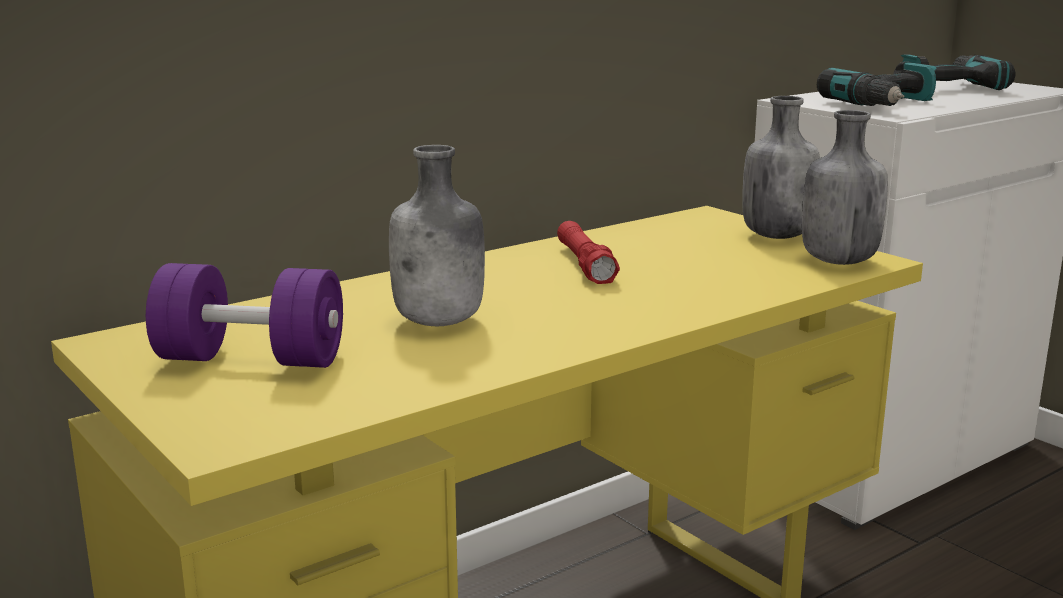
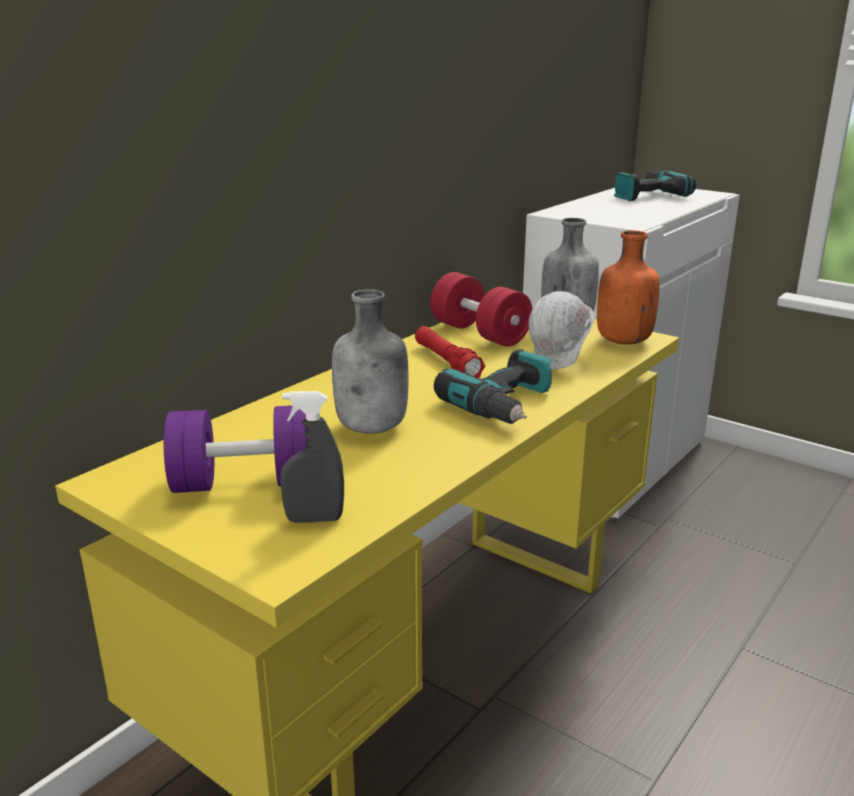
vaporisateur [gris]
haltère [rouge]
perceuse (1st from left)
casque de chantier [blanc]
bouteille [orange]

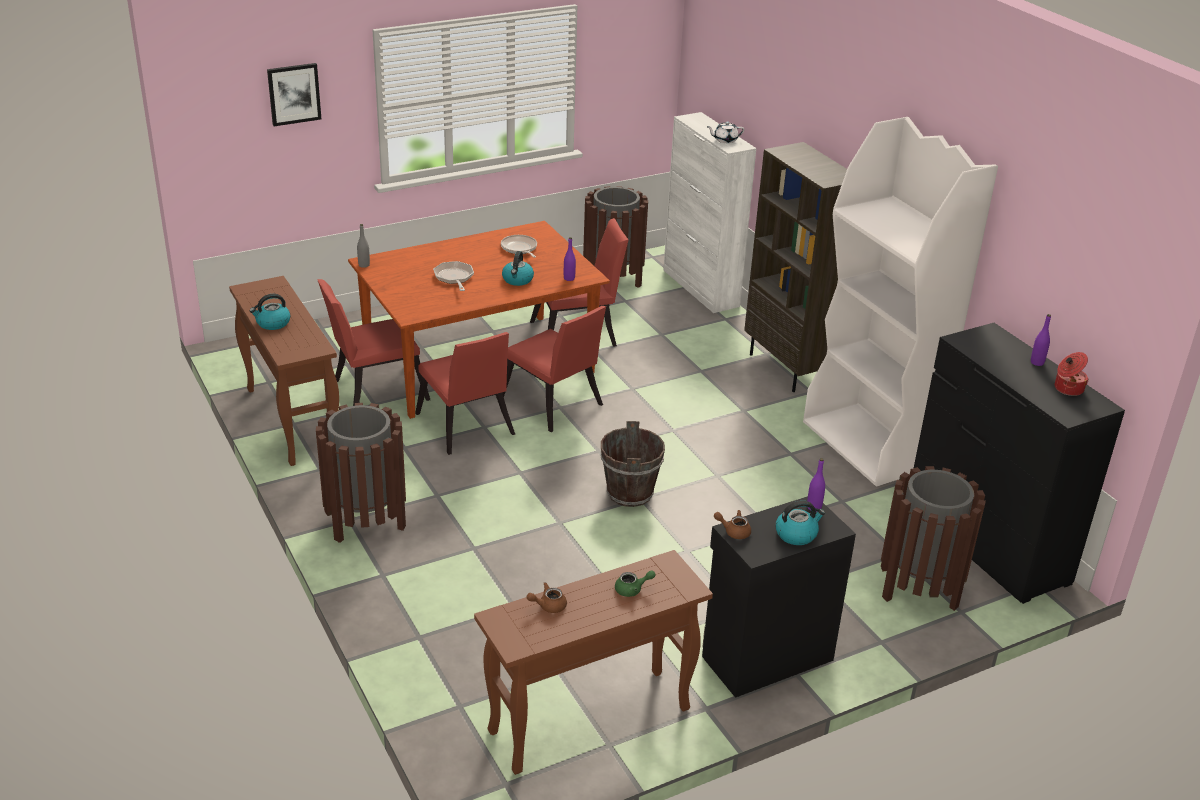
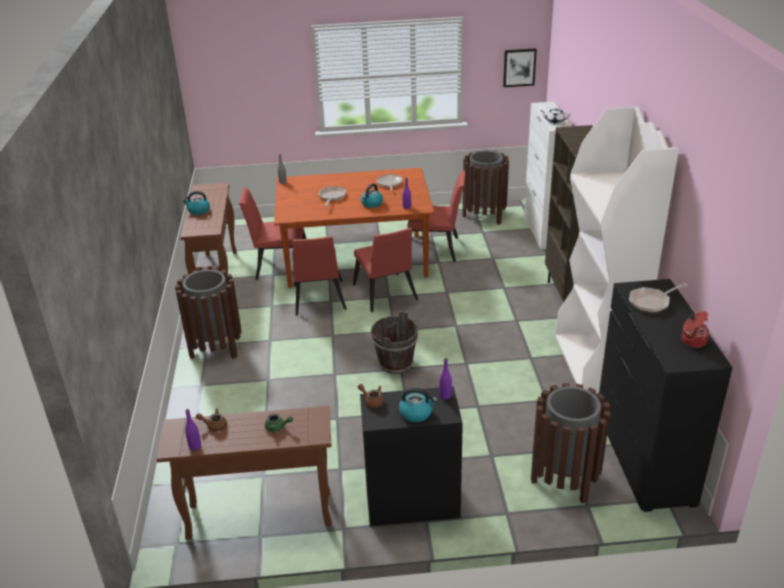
bouteille [violet] (1st from left)
tableau
poêle (3rd from left)

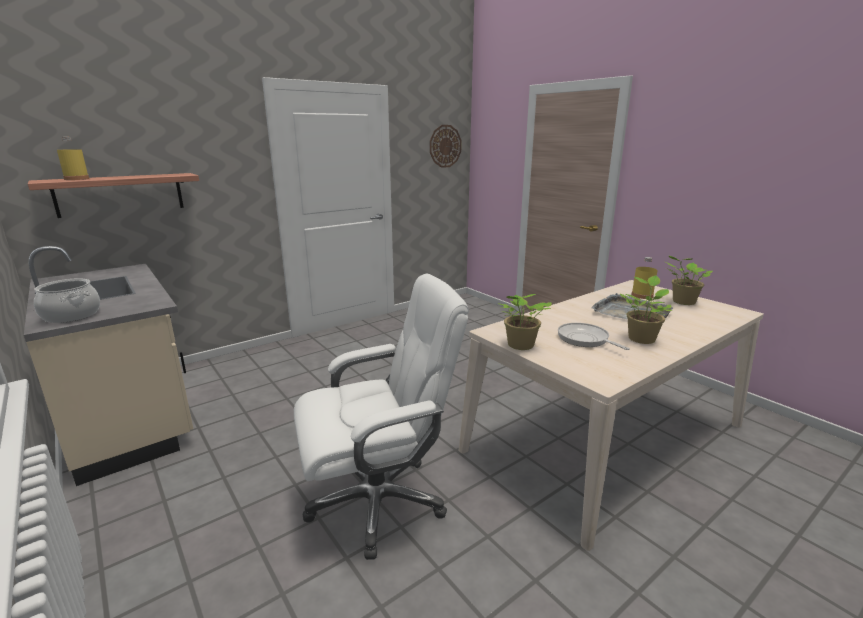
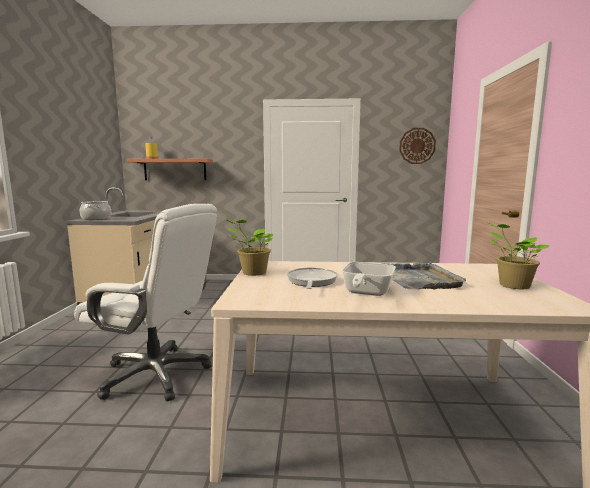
poêle (2nd from left)
bouteille [jaune] (2nd from left in the first image)

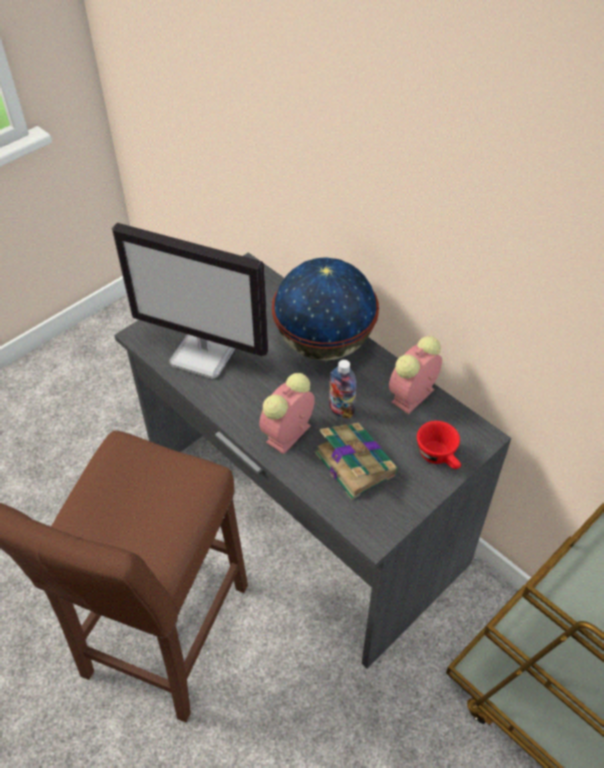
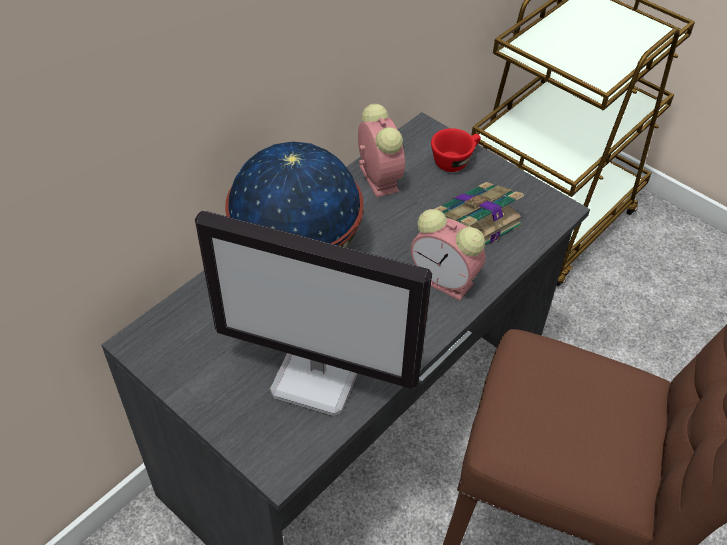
écran d'ordinateur
réveil (1st from left)
bouteille

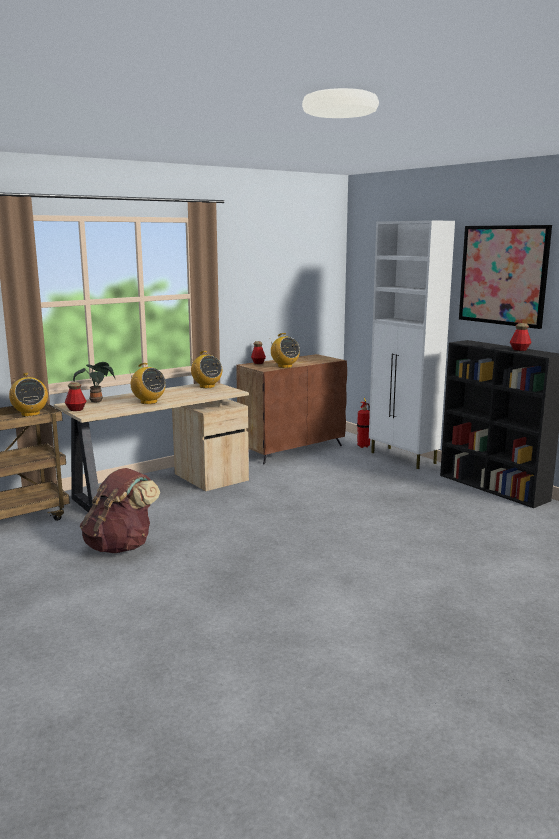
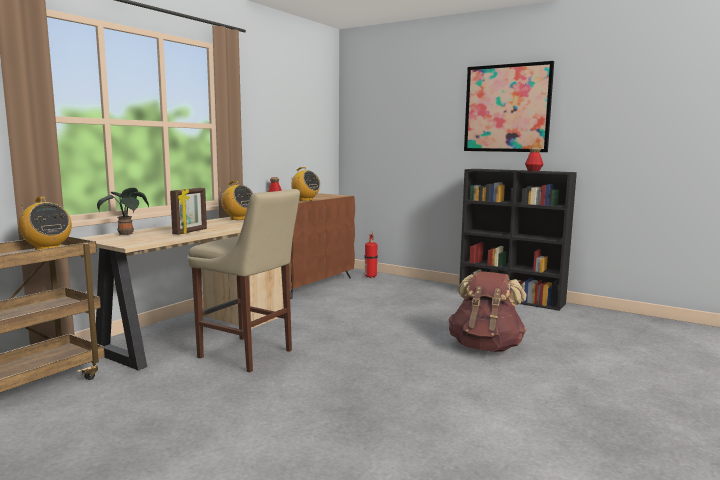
cadre photo
tabouret [beige]
sac à dos [marron]
bouteille (1st from left in the first image)
meuble de rangement [blanc]

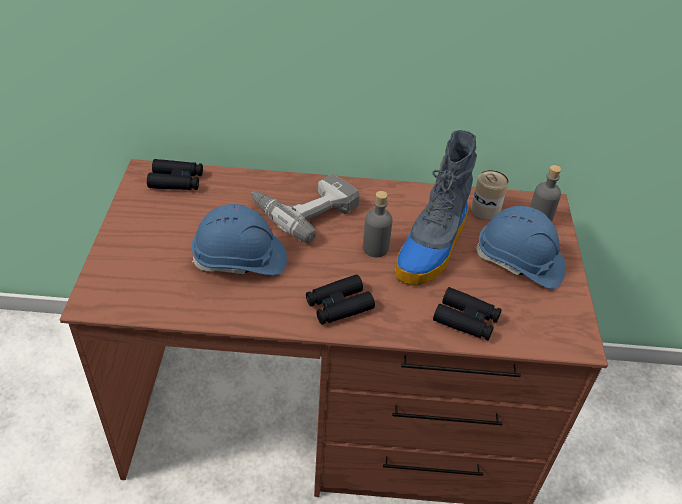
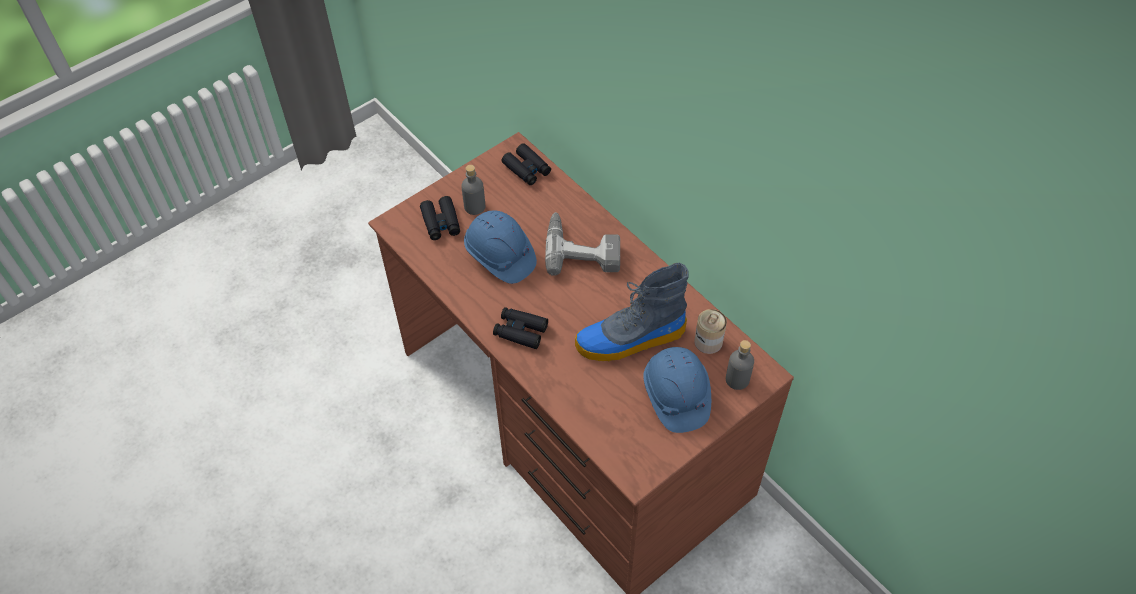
jumelles [noir] (1st from left)
bouteille [gris] (1st from left)

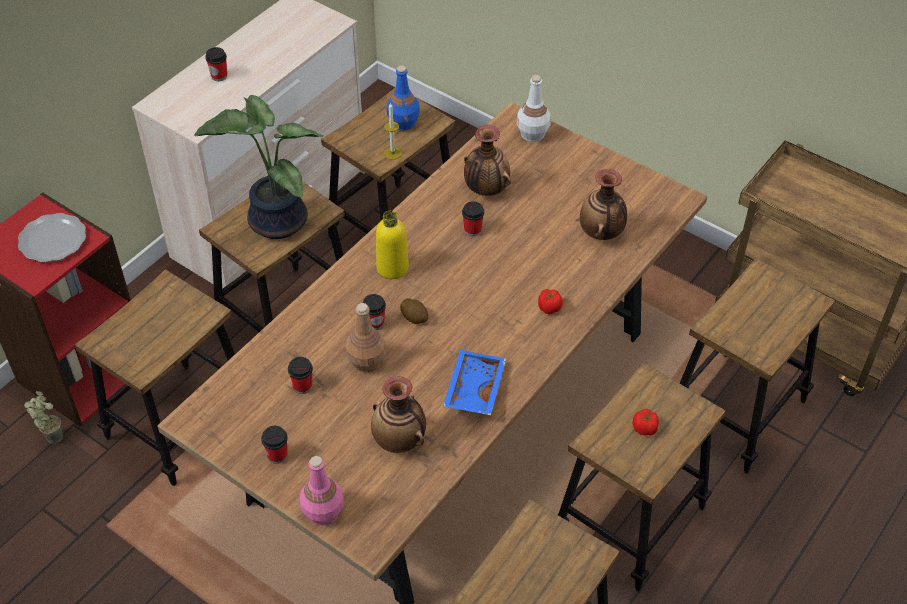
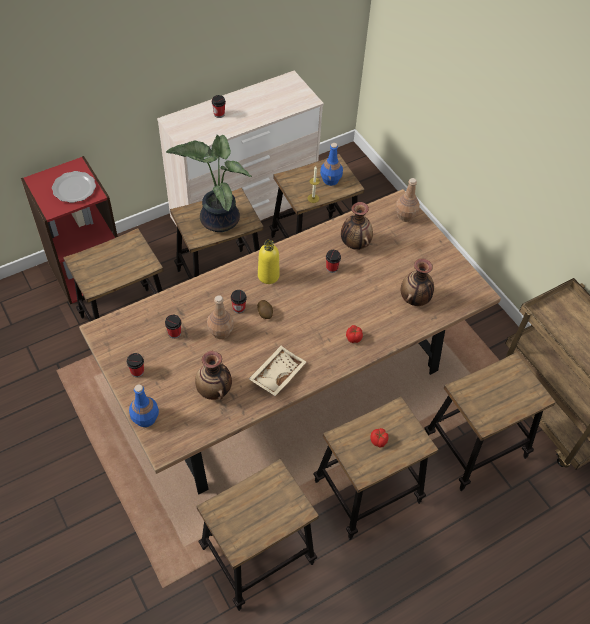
bouteille [bleu] (1st from left)
plateau [beige]
bouteille [marron] (2nd from left)
plante en pot (1st from left in the first image)

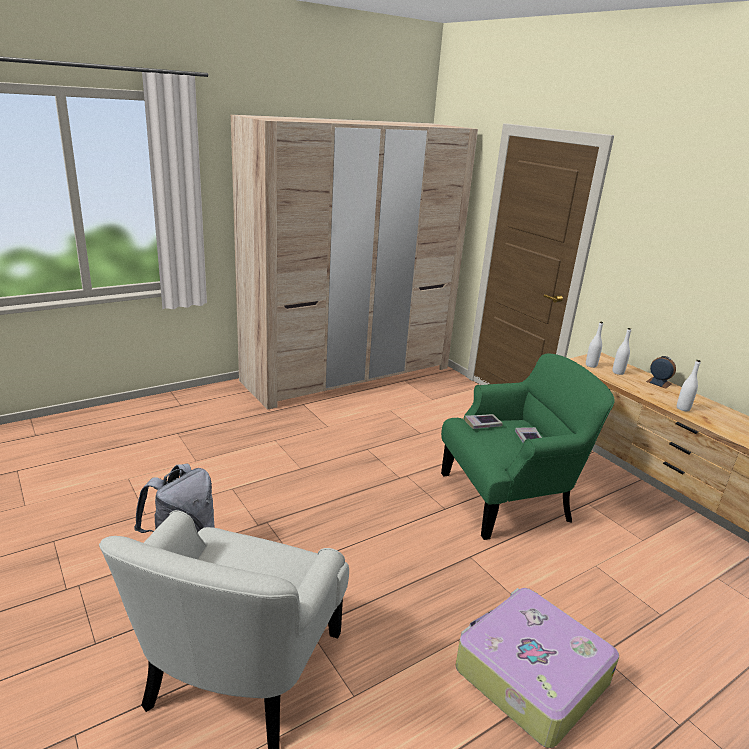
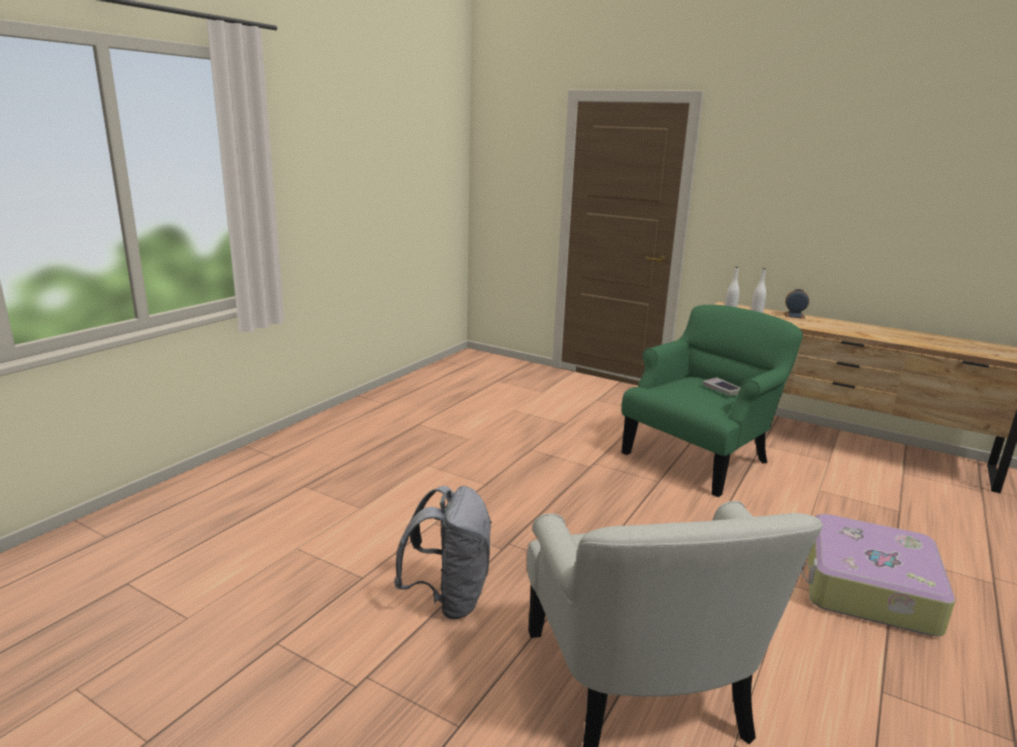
armoire [beige]
livre (1st from left in the first image)
bouteille [blanc] (3rd from left in the first image)

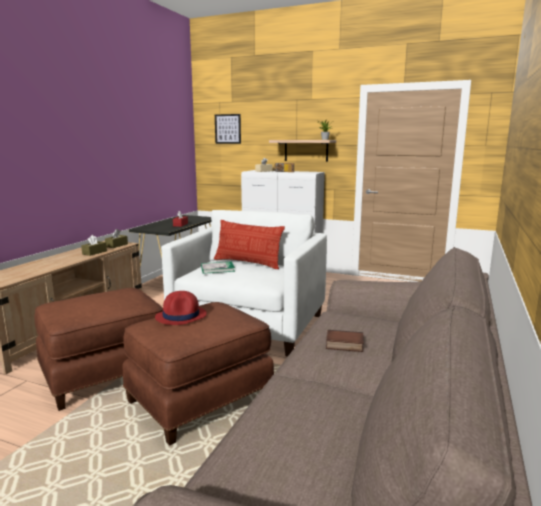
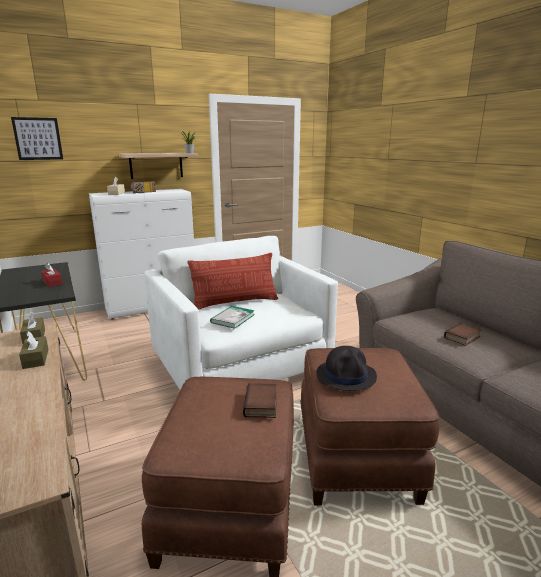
livre (2nd from left)
chapeau [noir]

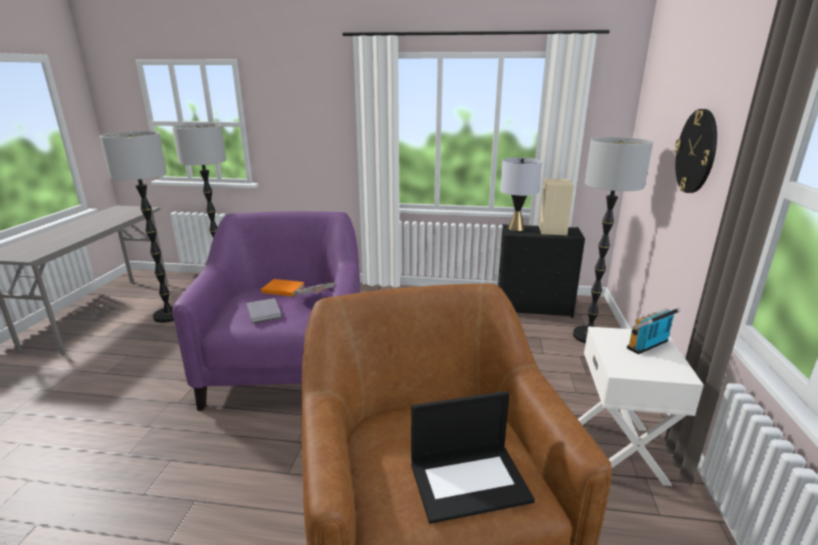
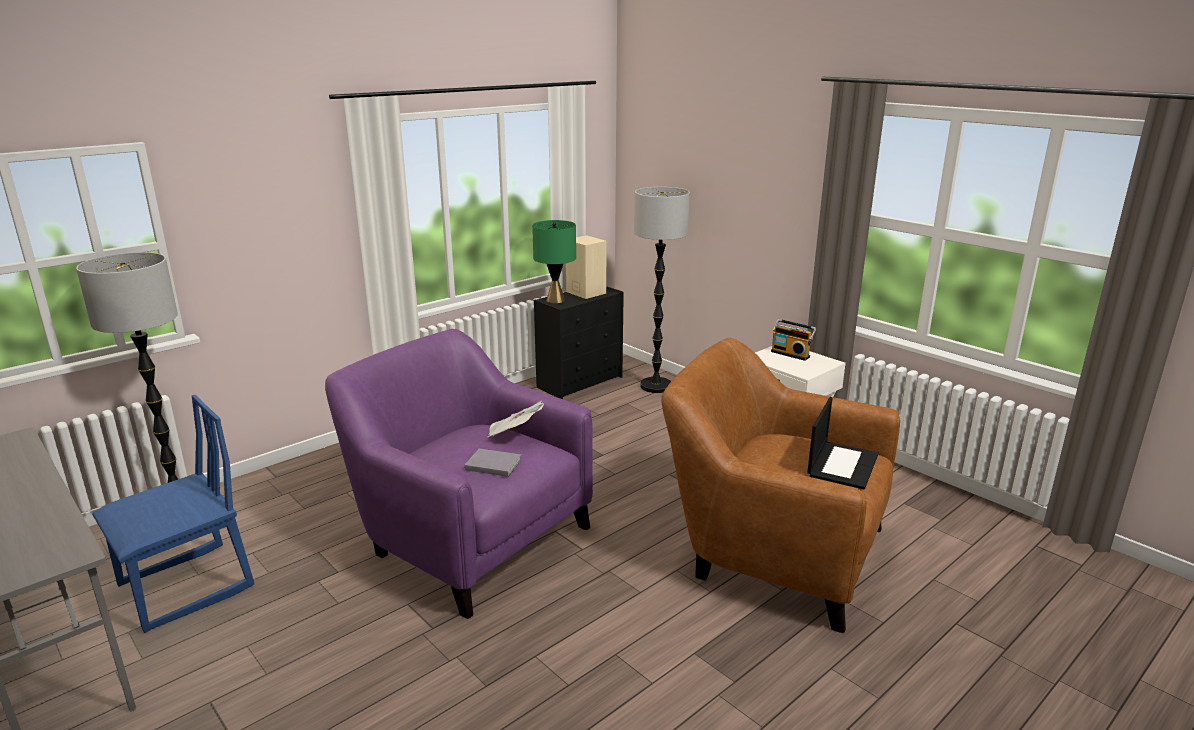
chaise [bleu]
lampe de table [vert]
radio
livre [orange]
horloge murale

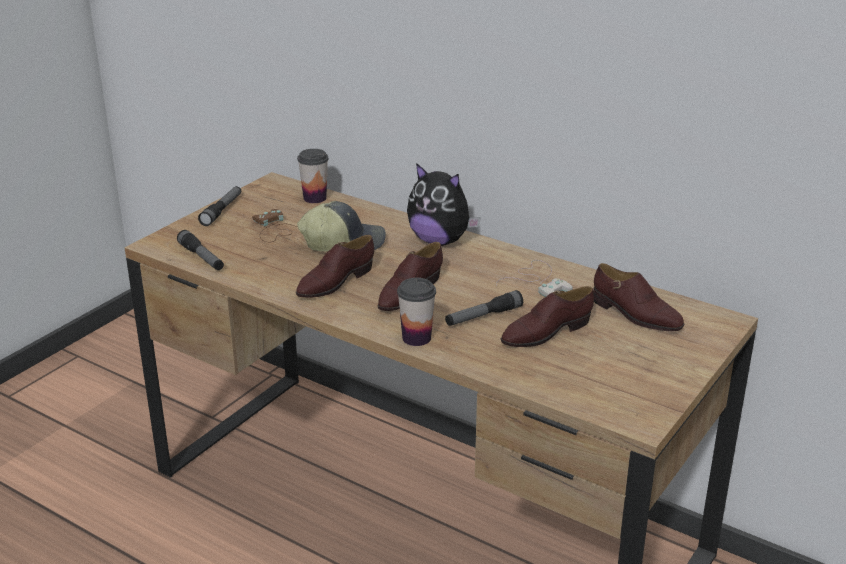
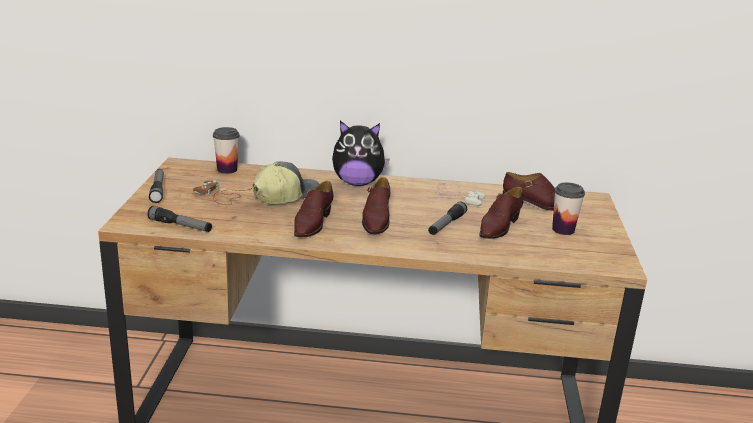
tasse (2nd from left)

